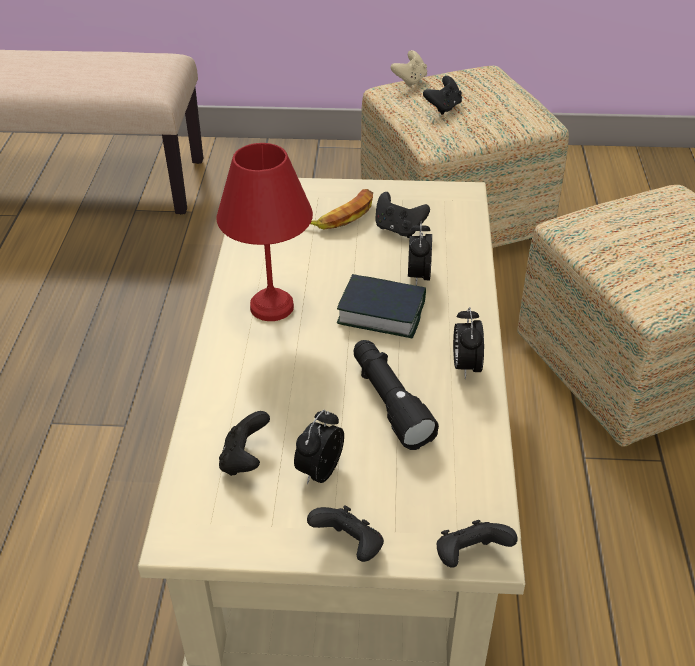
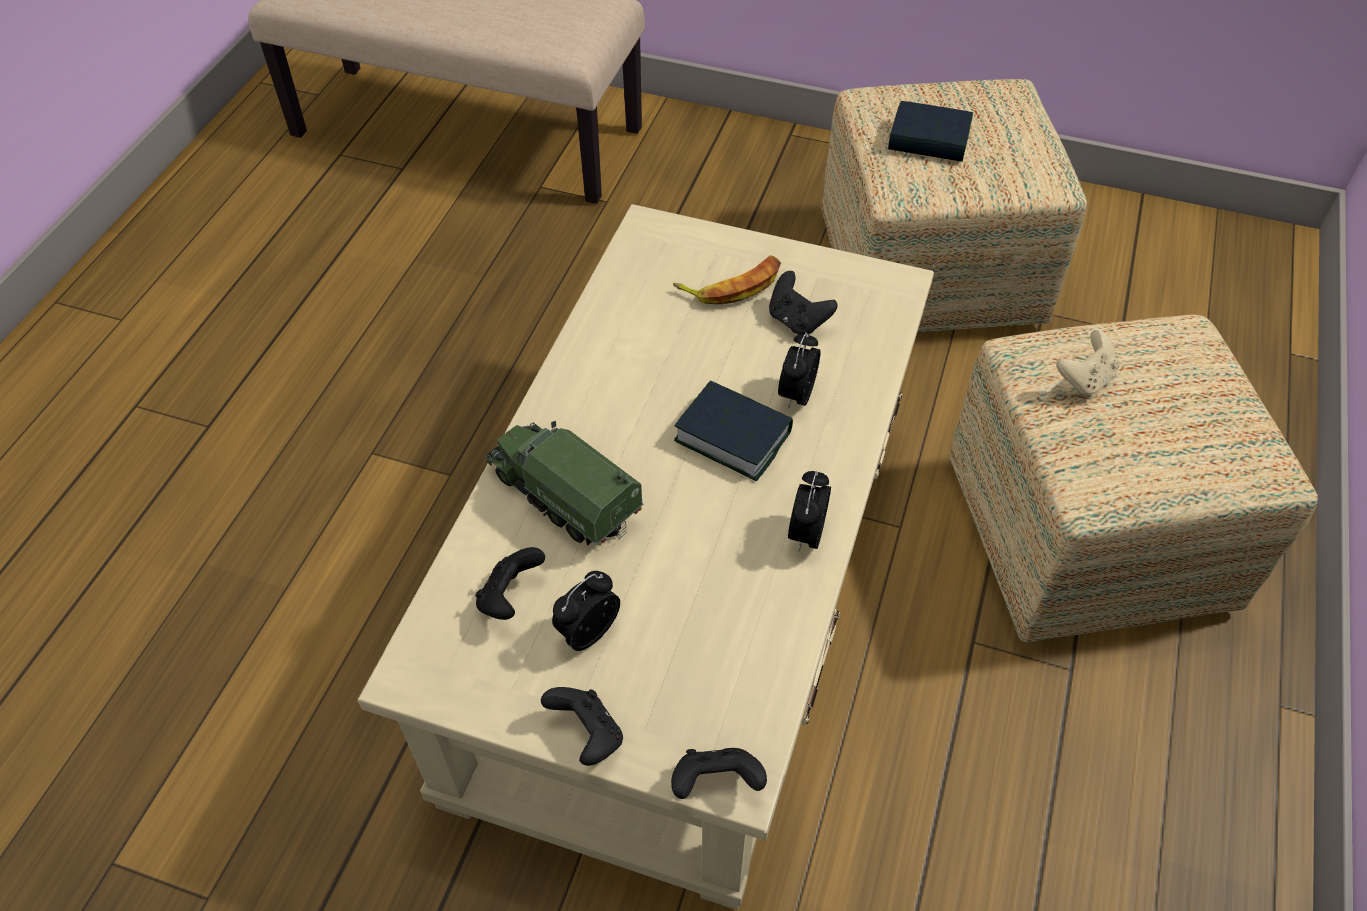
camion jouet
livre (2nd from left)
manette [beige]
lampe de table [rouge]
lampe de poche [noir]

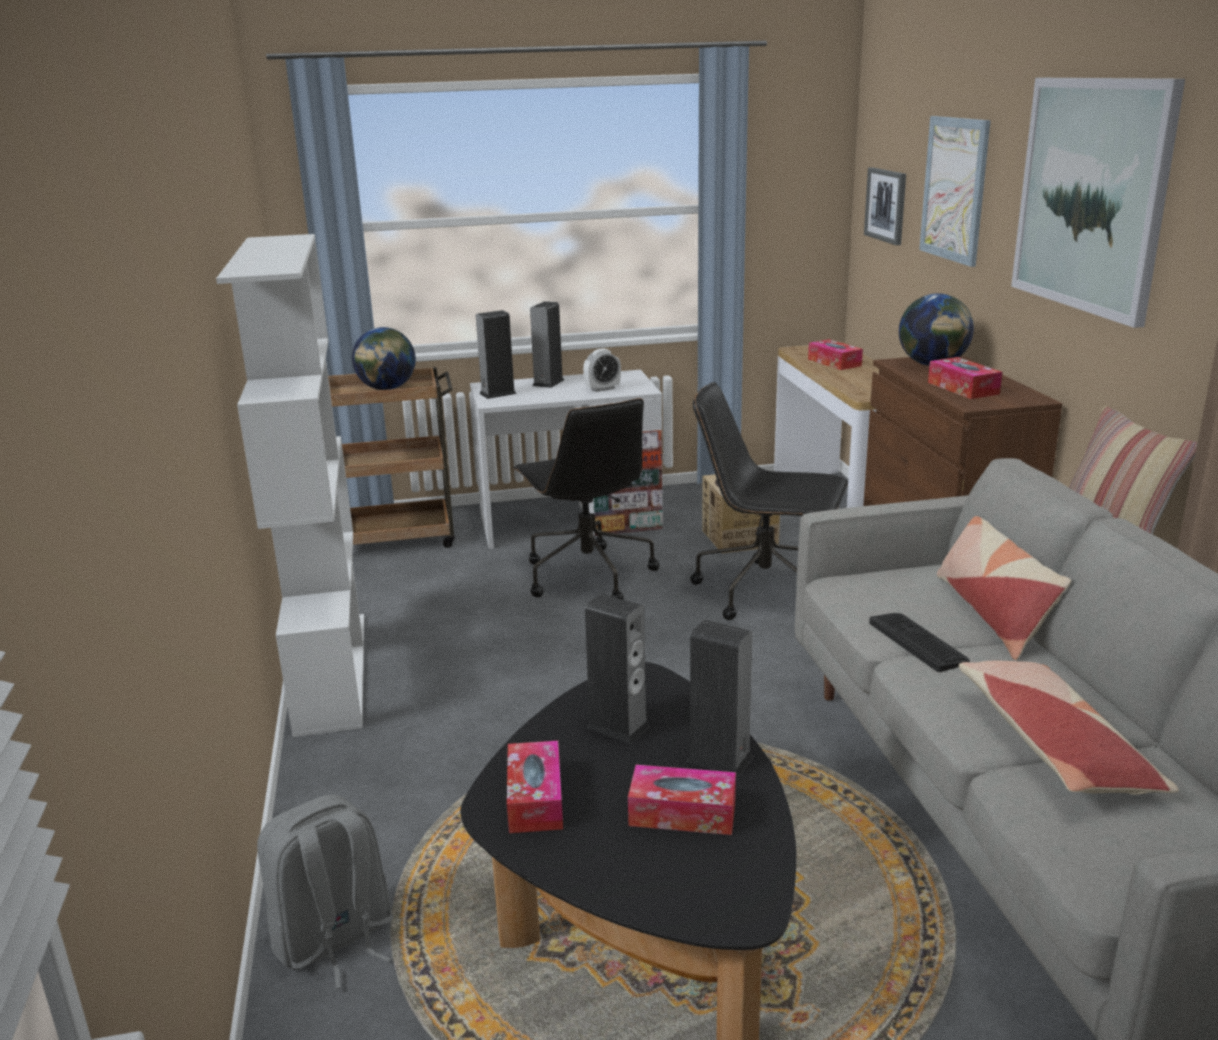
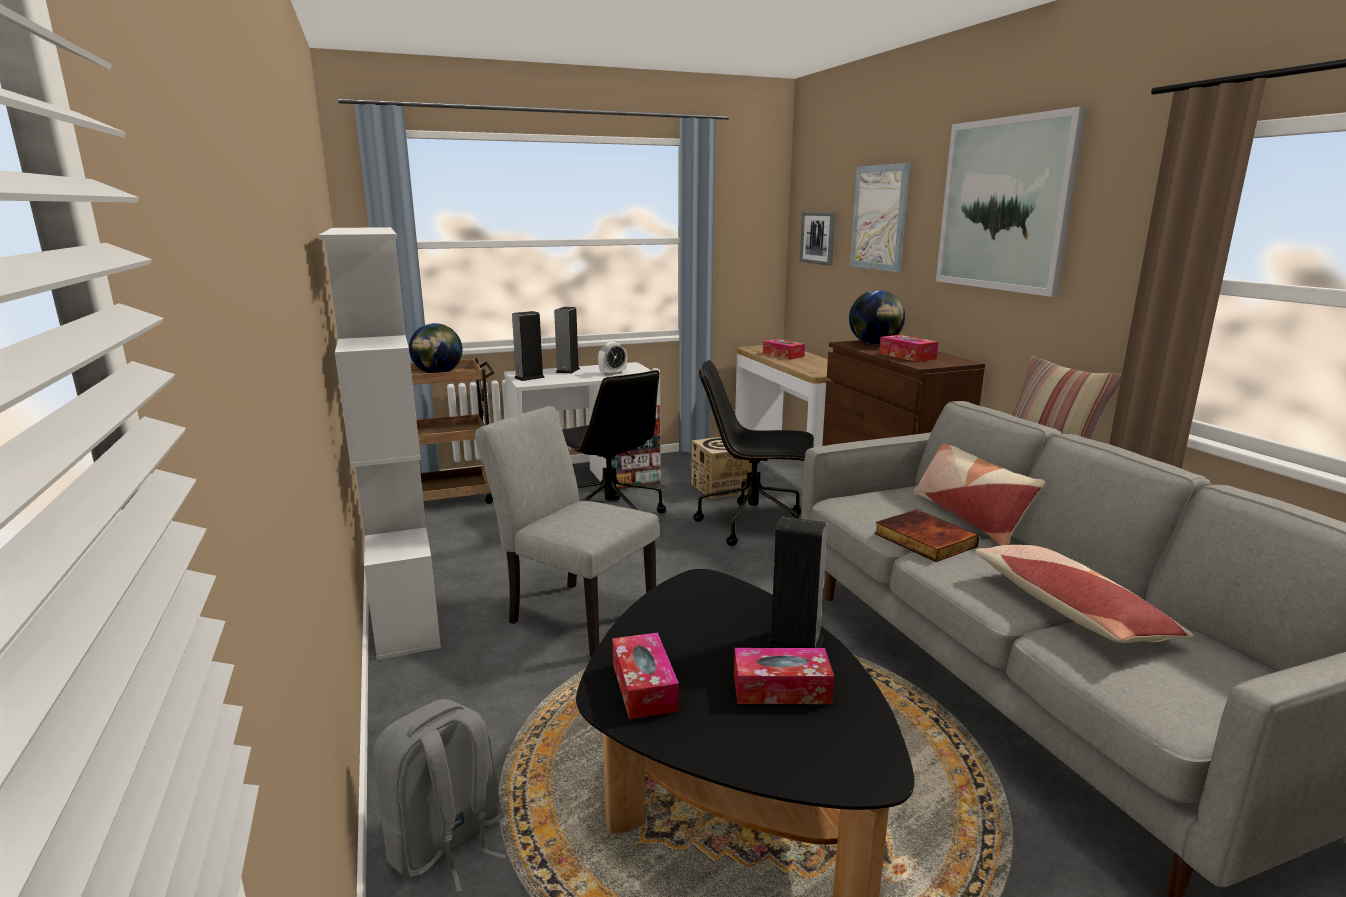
chaise [gris]
livre
enceinte (3rd from left in the first image)

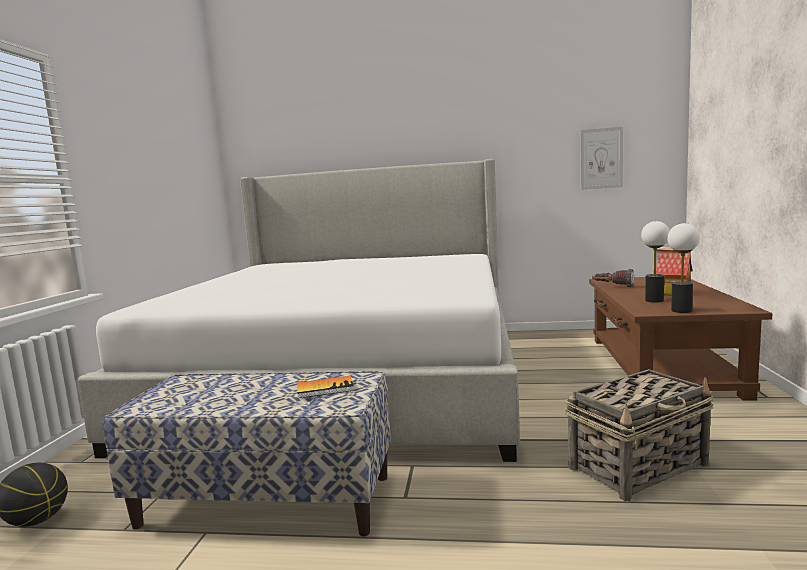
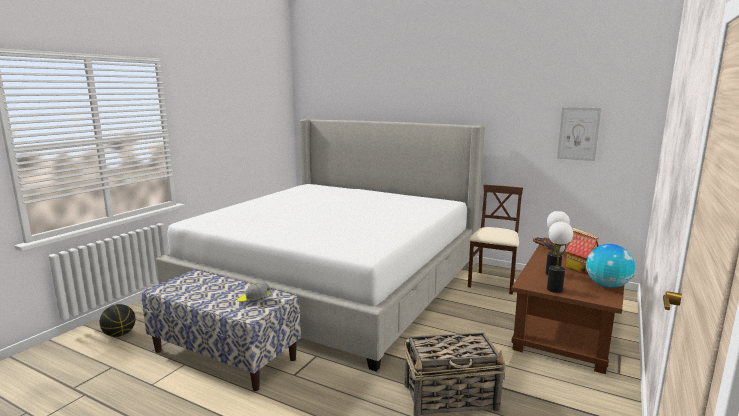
casquette
chaise [beige]
globe

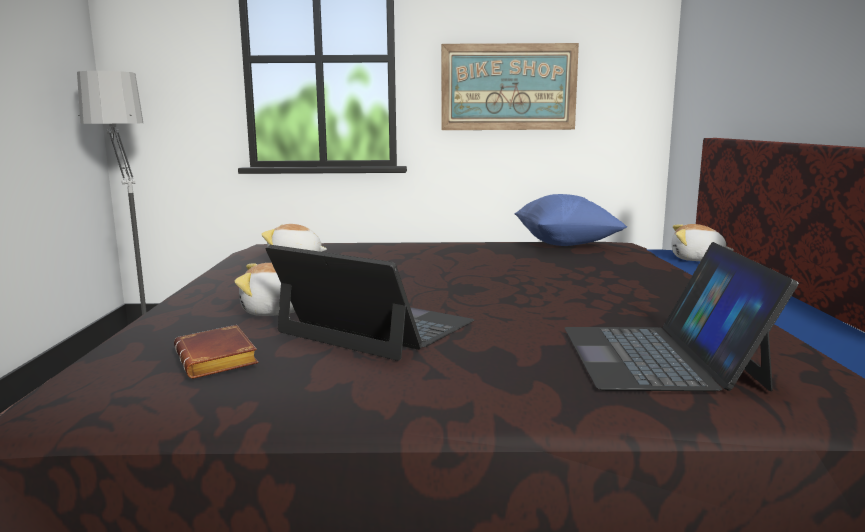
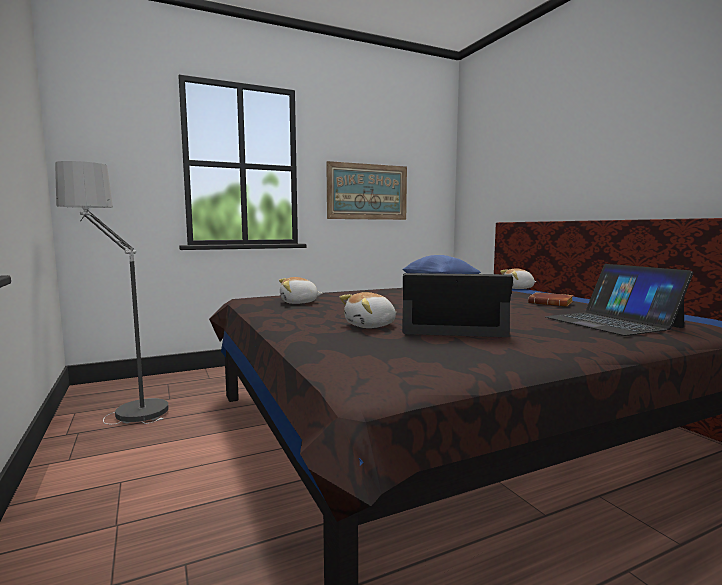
livre [marron]

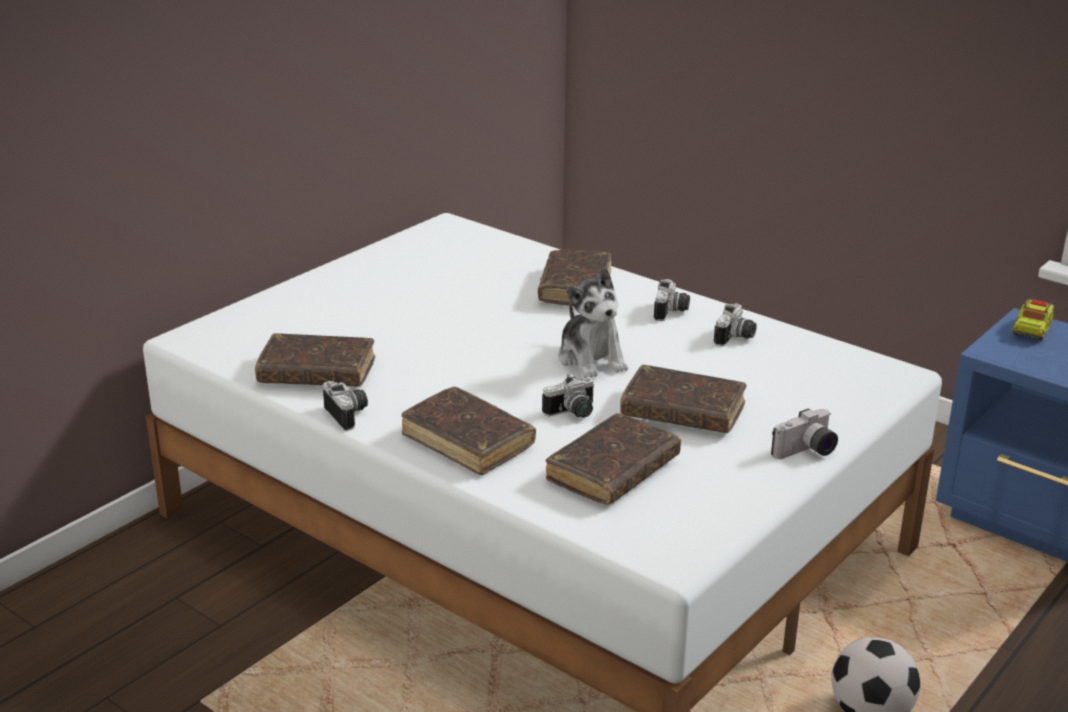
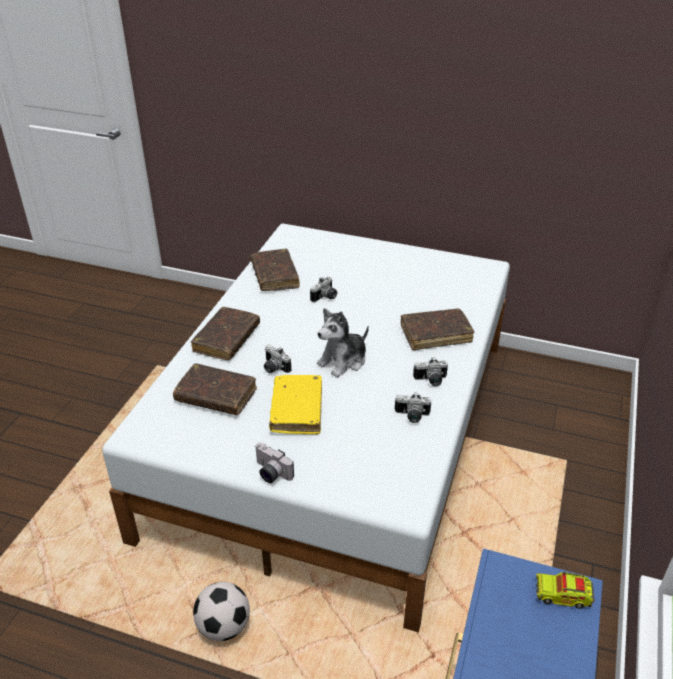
livre [jaune]
appareil photo (3rd from left)

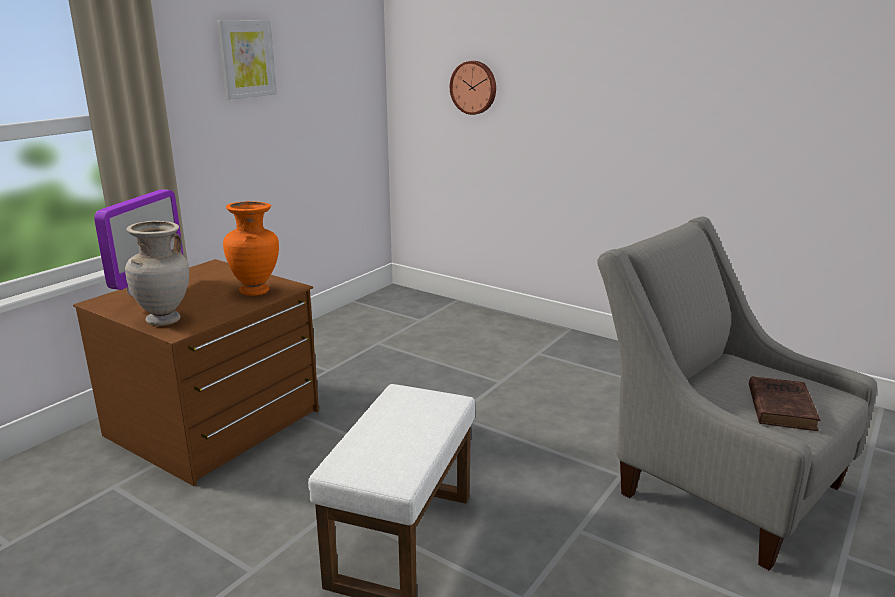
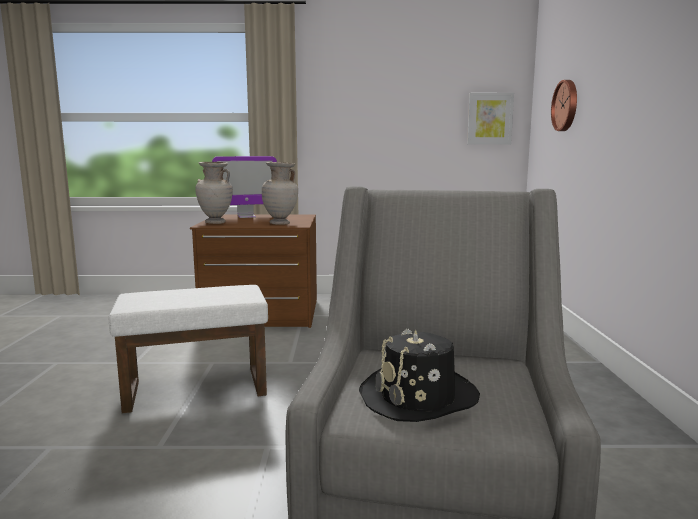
vase [beige] (2nd from left)
chapeau [noir]
tableau

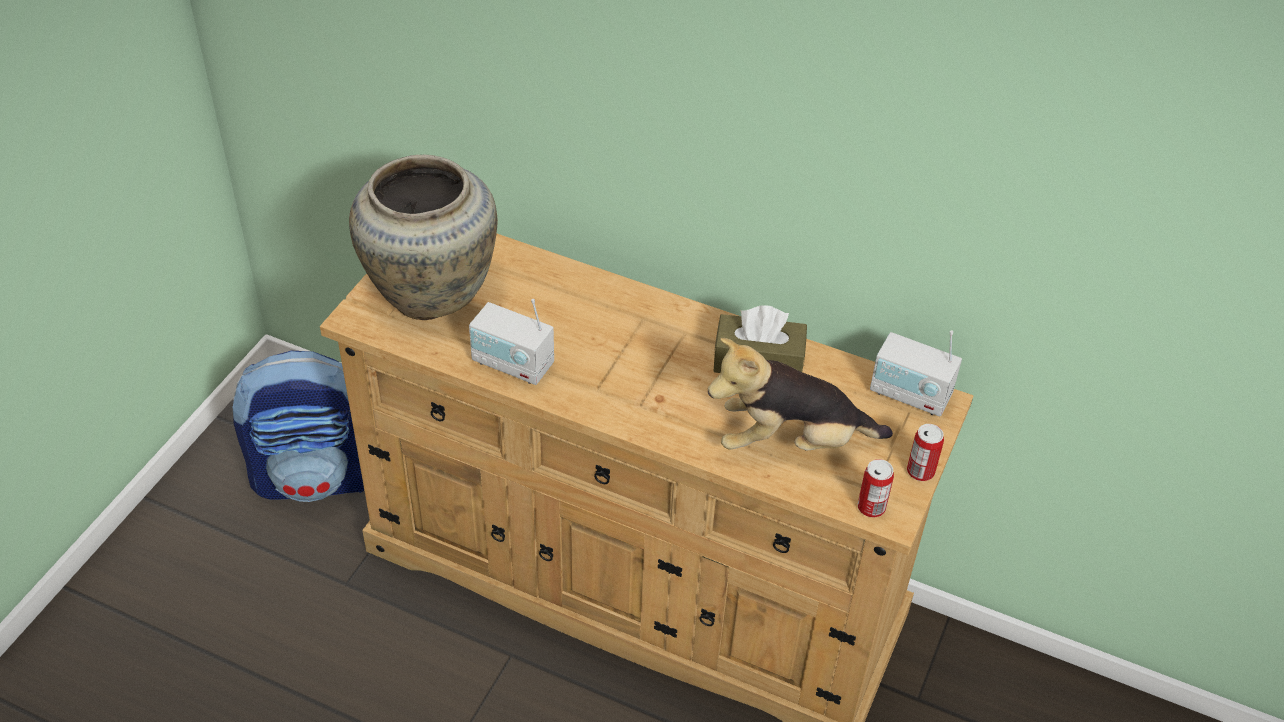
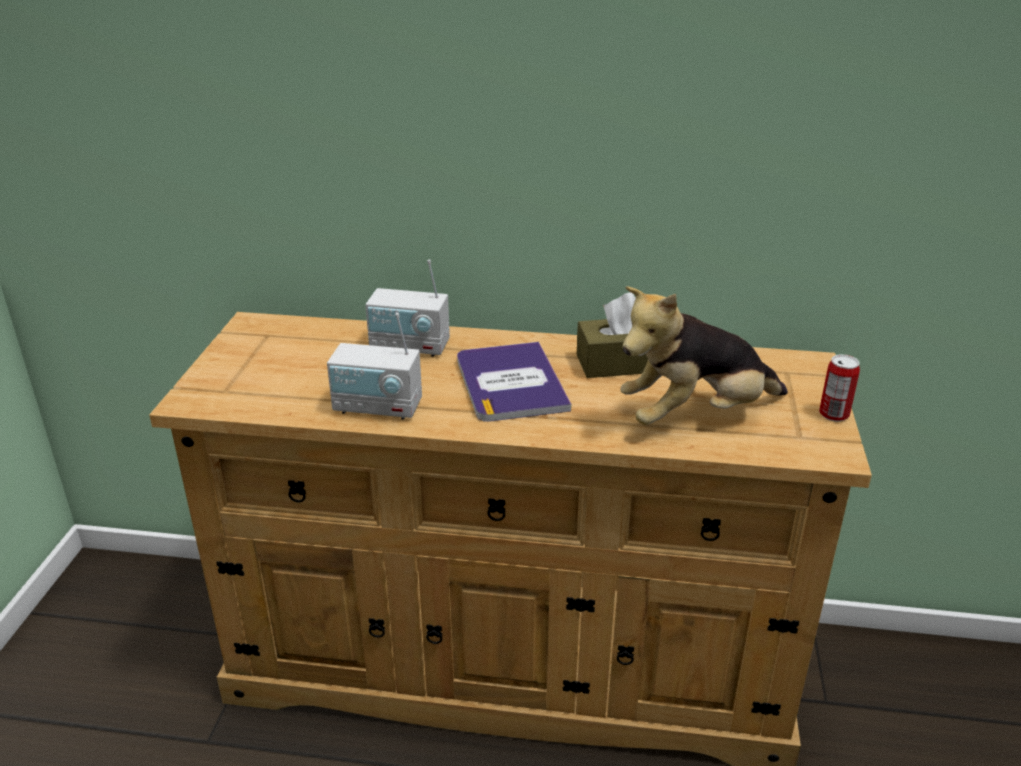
radio (2nd from left)
livre
sac à dos
vase [beige]
boîte métallique (1st from left in the first image)

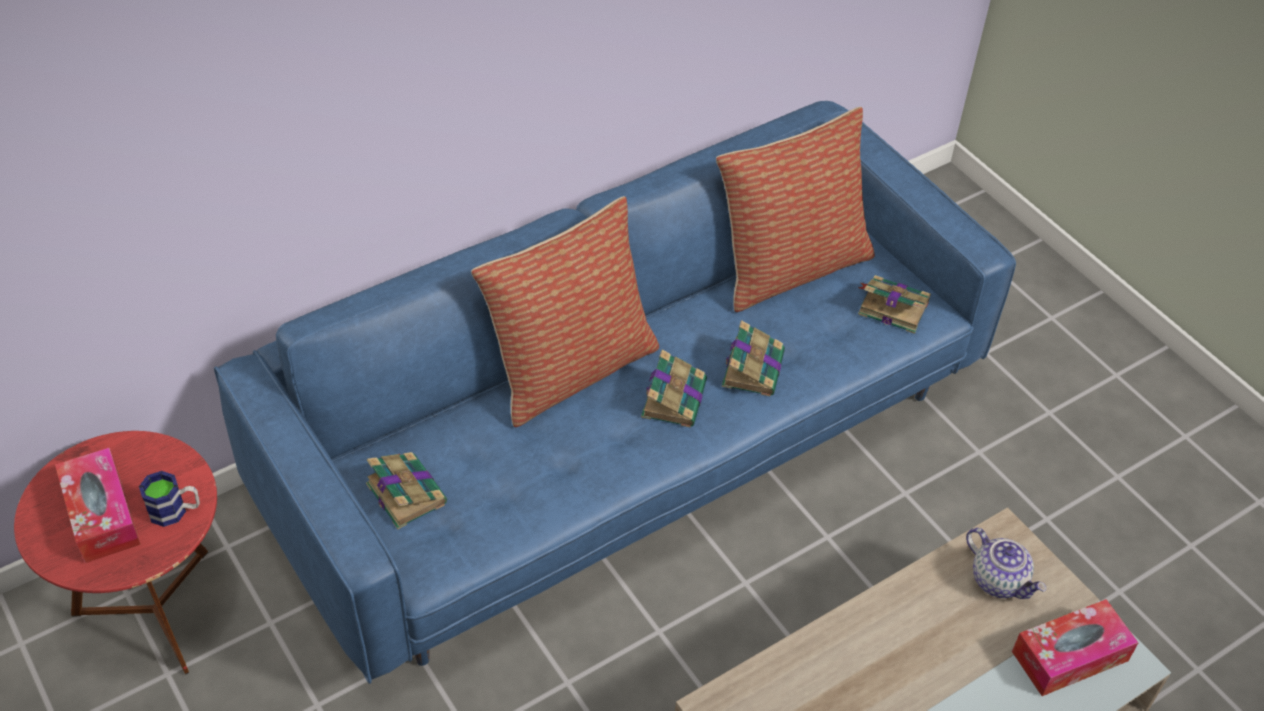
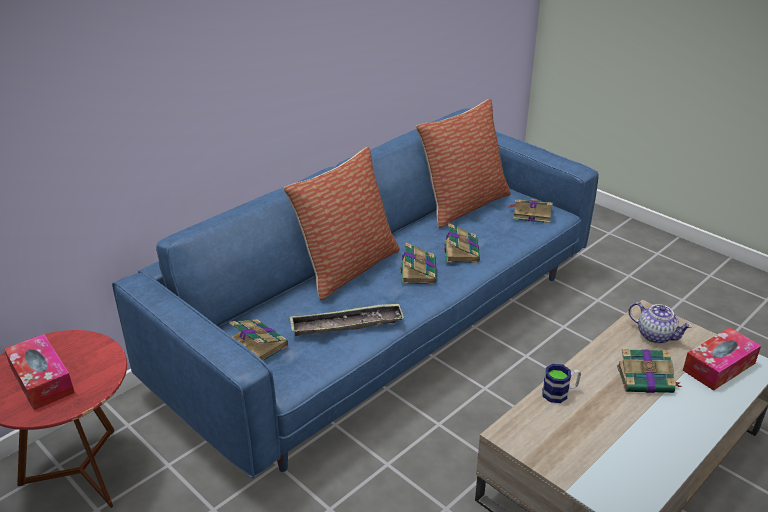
plateau
mug
livre (5th from left)

